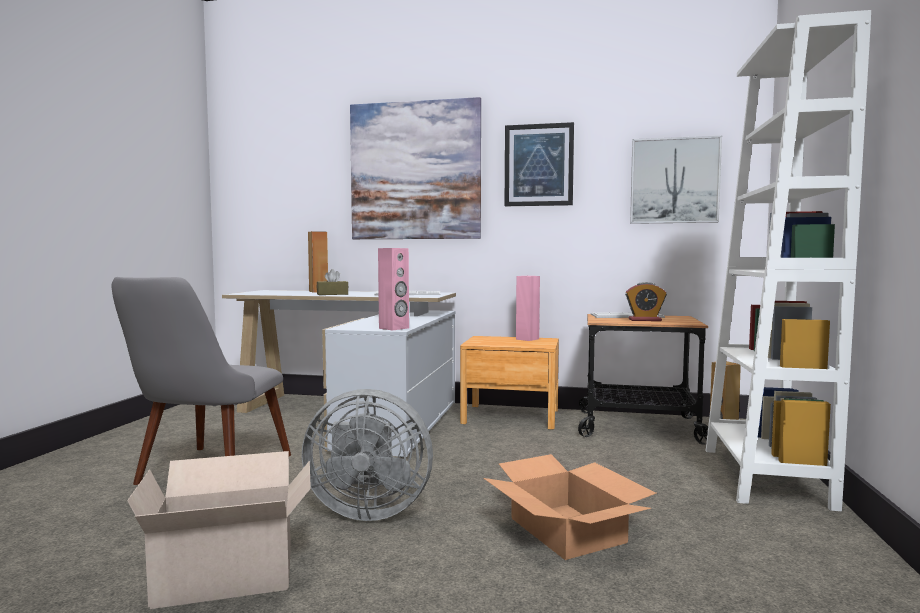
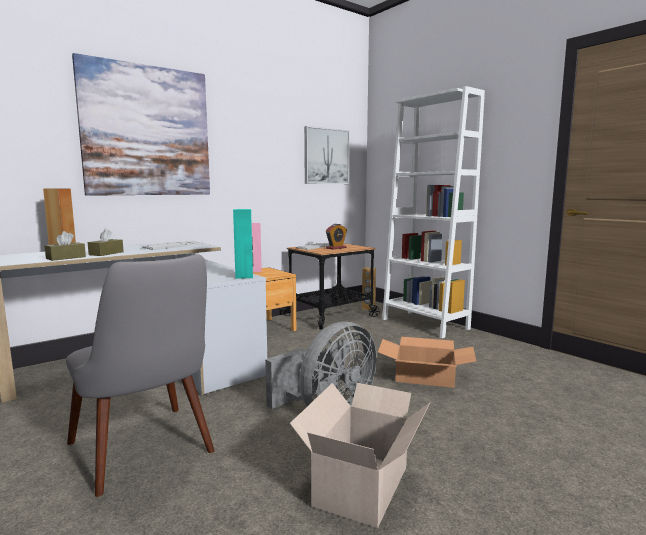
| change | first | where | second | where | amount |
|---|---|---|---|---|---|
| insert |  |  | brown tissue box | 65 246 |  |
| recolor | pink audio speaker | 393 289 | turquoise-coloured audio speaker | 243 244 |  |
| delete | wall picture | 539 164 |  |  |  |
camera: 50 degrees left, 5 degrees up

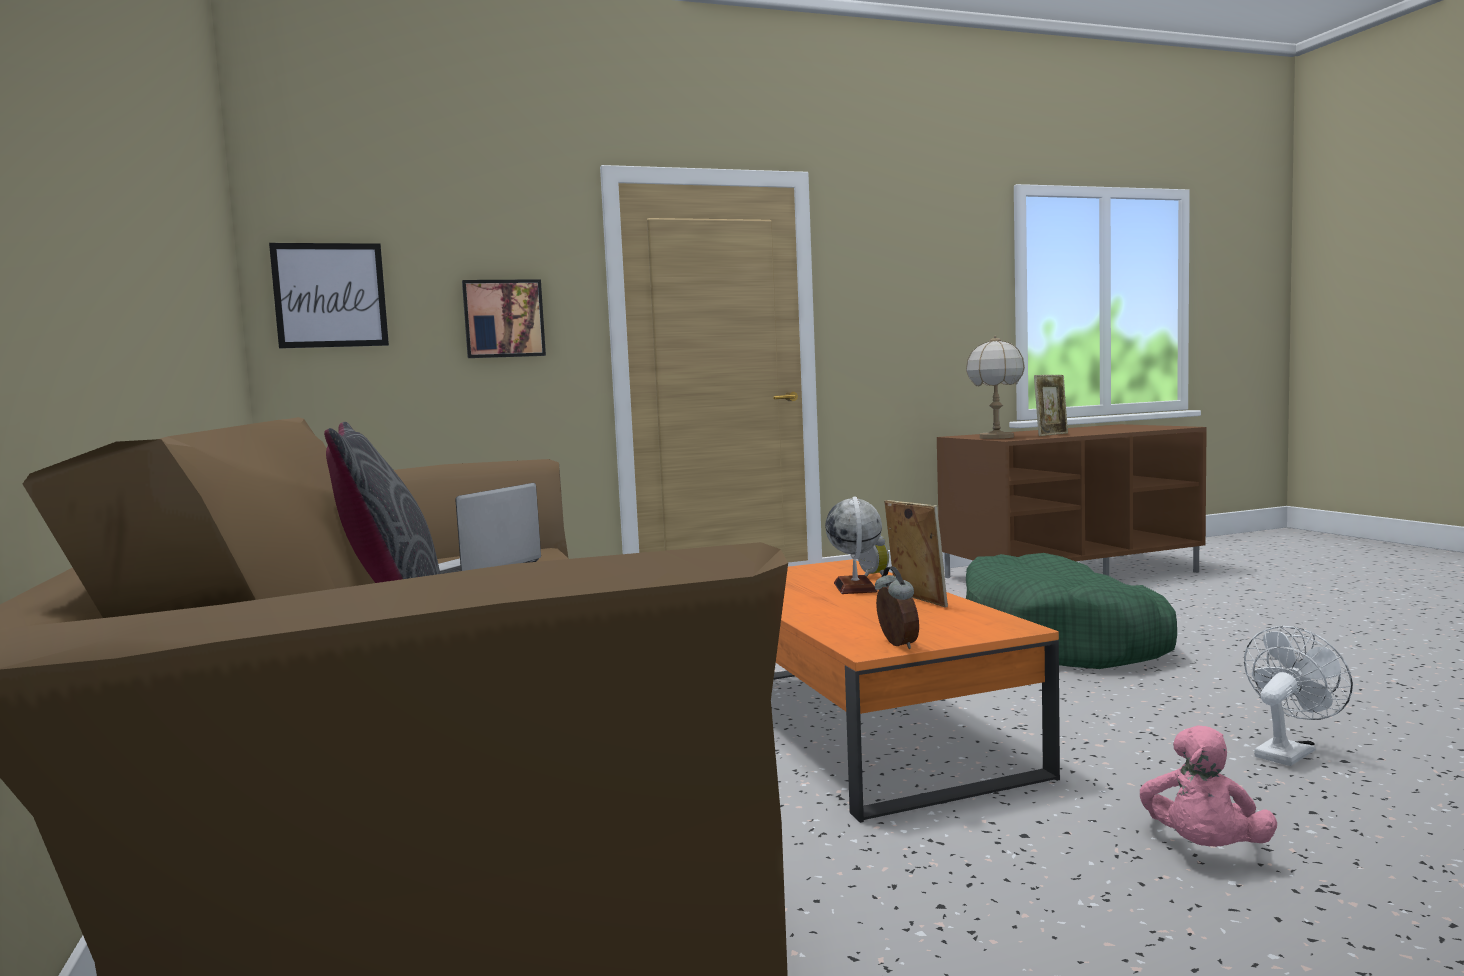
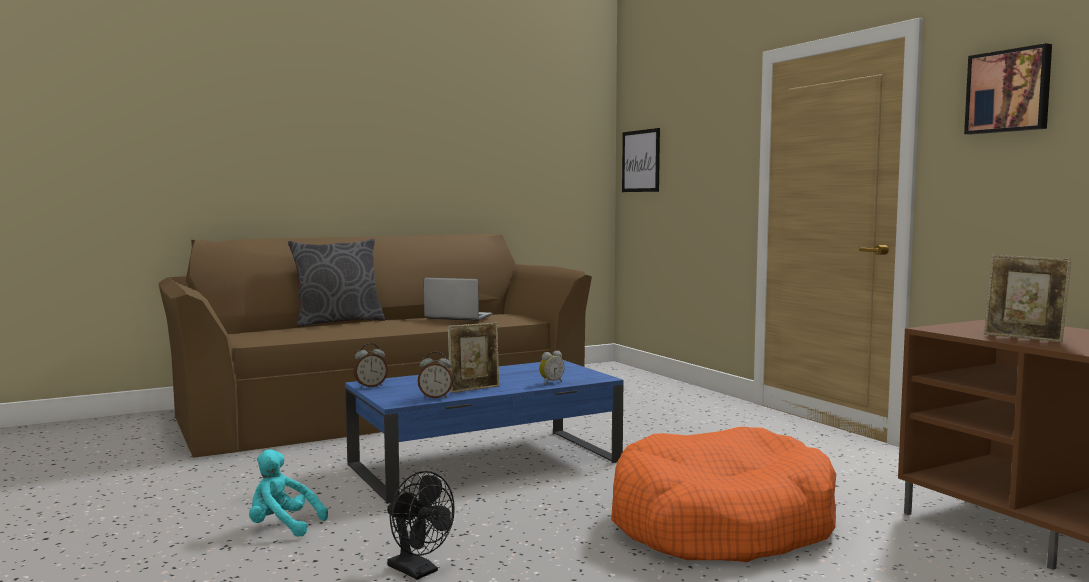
| change | first | where | second | where | amount |
|---|---|---|---|---|---|
| recolor | pink plush toy | 1208 786 | turquoise-coloured plush toy | 288 493 |  |
| recolor | orange lounge table | 916 691 | blue-coloured lounge table | 484 432 |  |
| recolor | whitish fan | 1298 696 | black fan | 420 525 |  |
| insert |  |  | table clock | 435 375 |  |
| recolor | green-coloured dog bed | 1071 611 | orange dog bed | 723 494 |  |
| move | wall picture | 504 318 |  | 1008 89 |  |
| delete | world globe | 853 545 |  |  |  |
| delete | table lamp | 995 387 |  |  |  |
camera: 80 degrees right, 0 degrees up

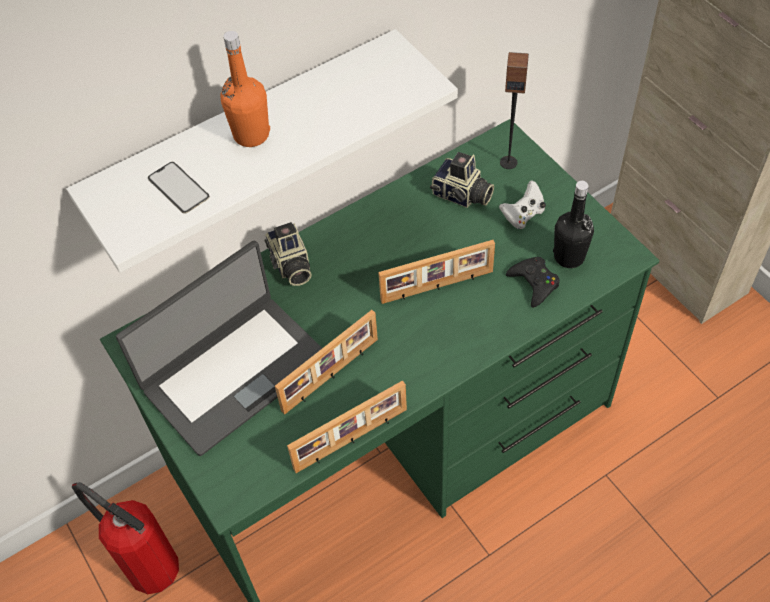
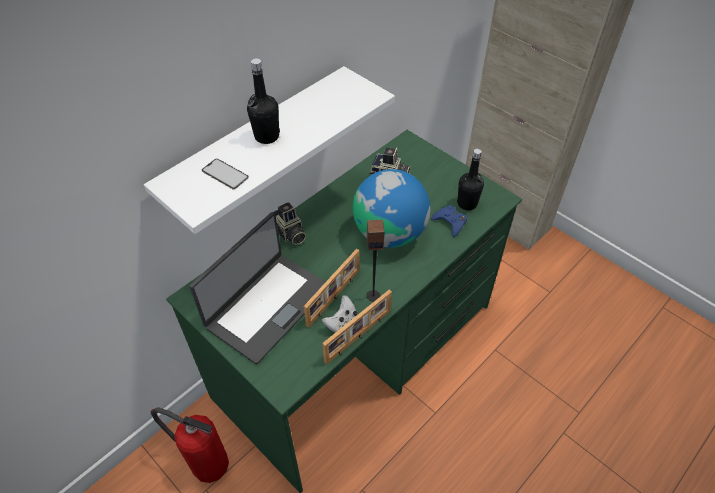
| change | first | where | second | where | amount |
|---|---|---|---|---|---|
| recolor | orange drink bottle | 245 89 | black drink bottle | 263 101 |  |
| move | whitish game controller | 522 204 |  | 340 314 |  |
| replace | picture frame | 436 272 | world globe | 392 208 |  |
| move | audio speaker | 514 110 |  | 375 260 |  |
| recolor | black game controller | 533 282 | blue-coloured game controller | 449 221 |  |
camera: 15 degrees left, 5 degrees down

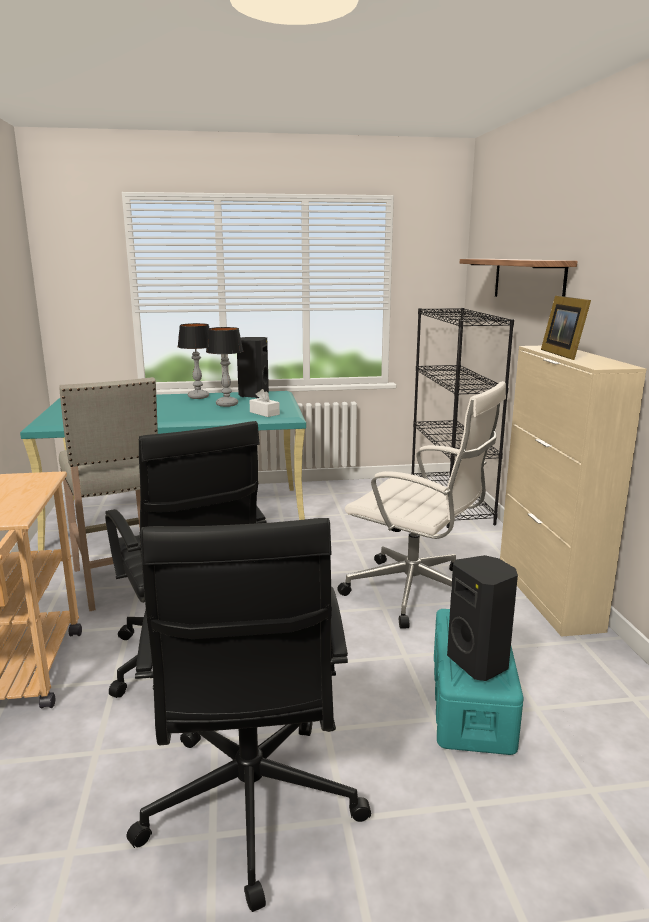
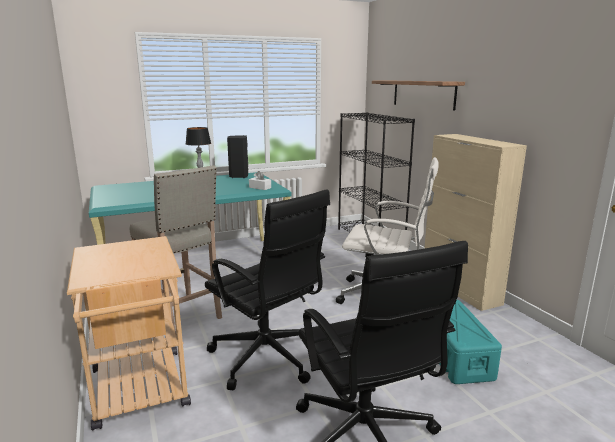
| change | first | where | second | where | amount |
|---|---|---|---|---|---|
| delete | table lamp | 224 367 |  |  |  |
| delete | black audio speaker | 482 618 |  |  |  |
| delete | picture frame | 566 327 |  |  |  |
camera: 15 degrees left, 0 degrees up

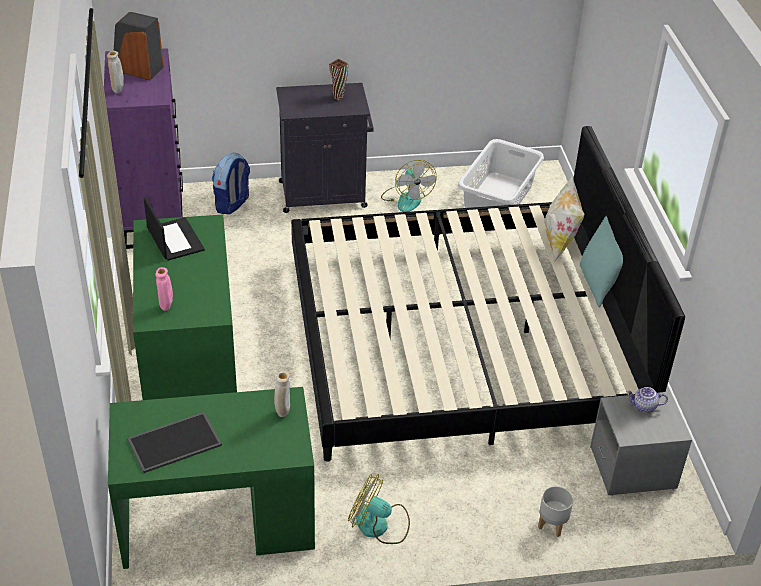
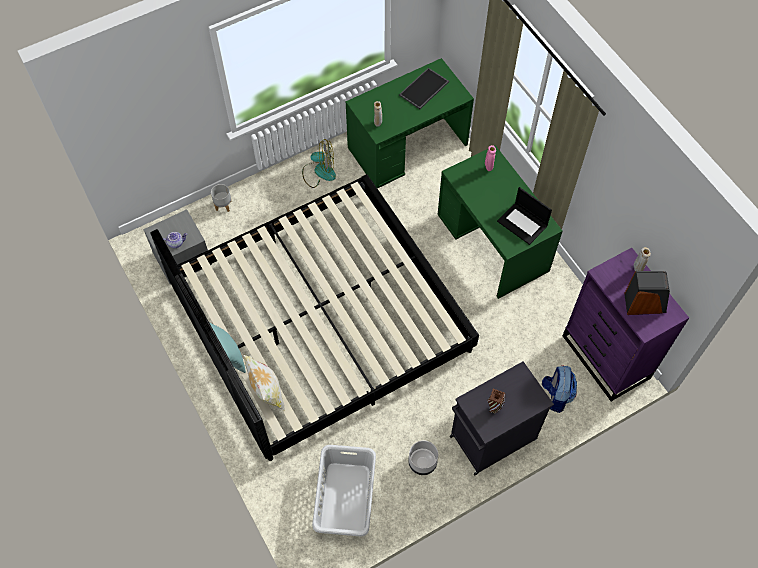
| change | first | where | second | where | amount |
|---|---|---|---|---|---|
| replace | fan | 409 186 | gray plant pot | 423 457 |  |
camera: 160 degrees right, 20 degrees up

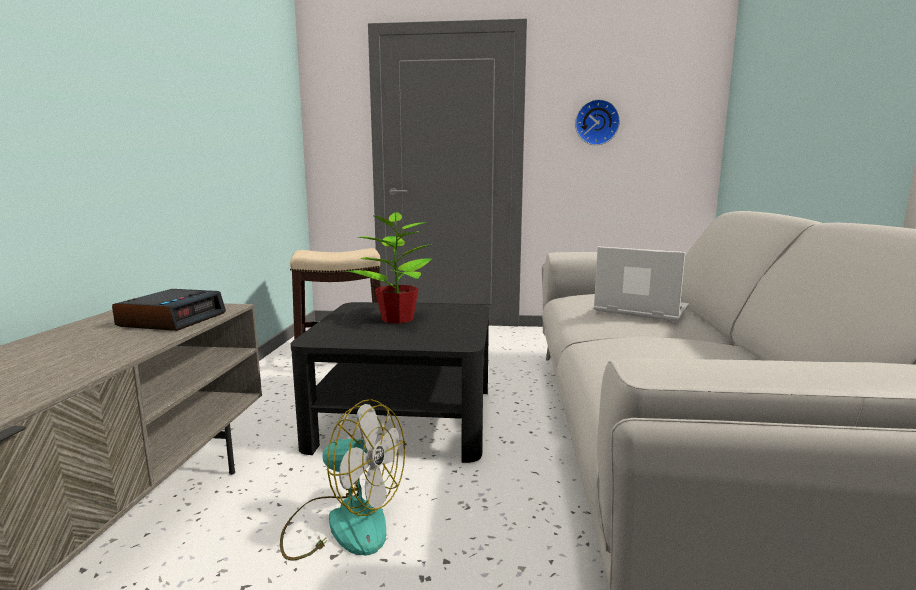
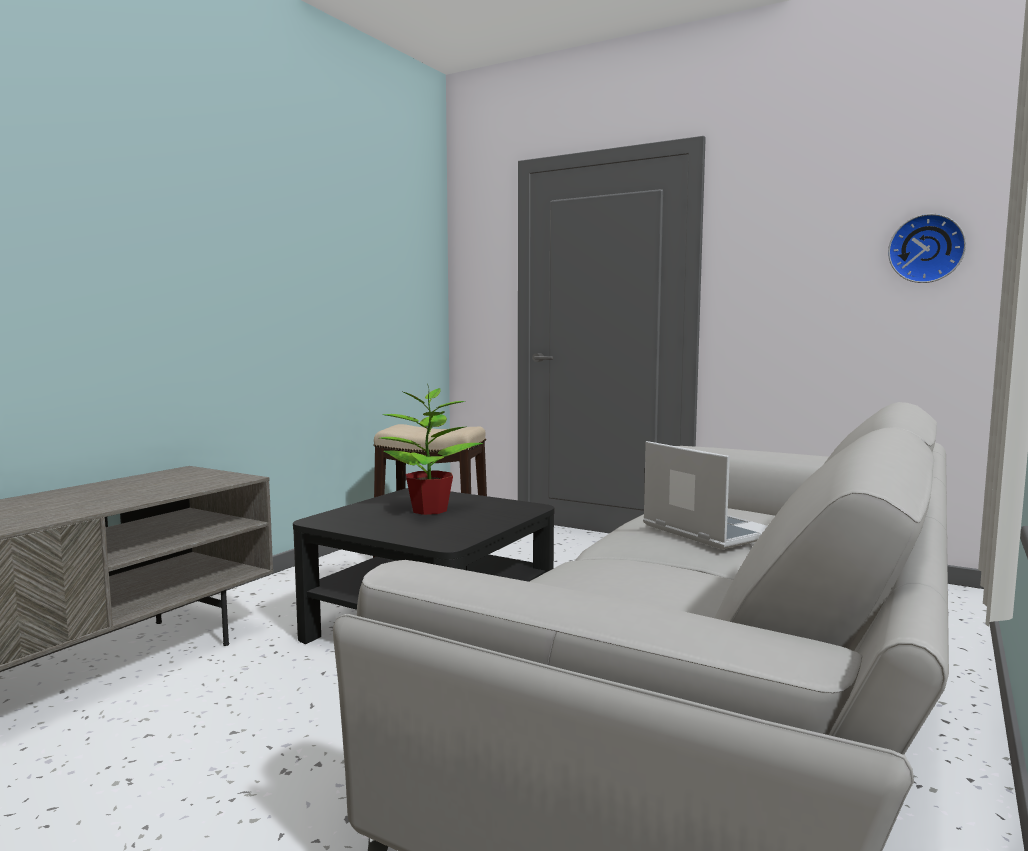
| change | first | where | second | where | amount |
|---|---|---|---|---|---|
| move | hanging clock | 597 122 |  | 927 248 |  |
| delete | table clock | 169 310 |  |  |  |
| delete | fan | 342 480 |  |  |  |
camera: 25 degrees right, 5 degrees down

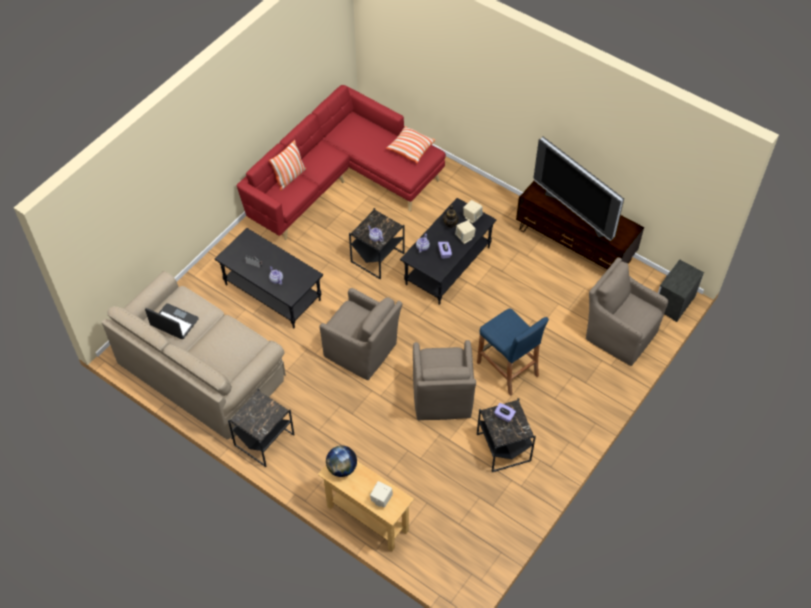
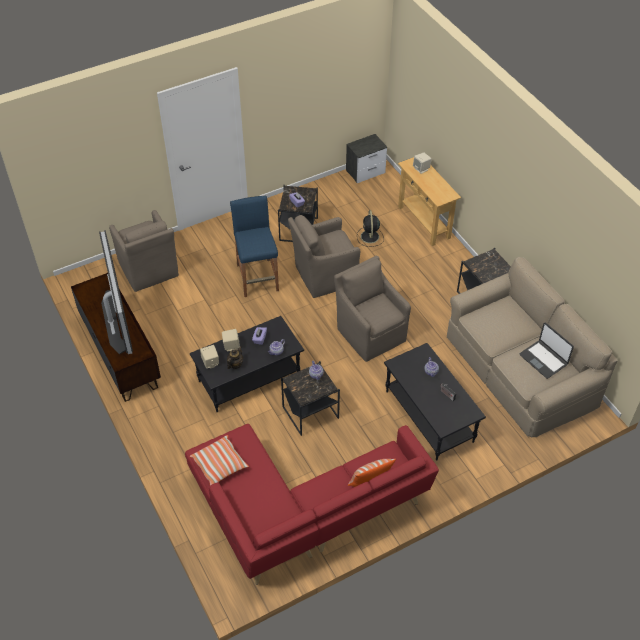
| change | first | where | second | where | amount |
|---|---|---|---|---|---|
| rotate | brown easy chair | 444 380 |  | 324 256 | 135 degrees counterclockwise |
| move | nightstand | 681 290 |  | 366 158 |  |
| insert |  |  | black fan | 370 228 |  |
| delete | world globe | 341 461 |  |  |  |
camera: 155 degrees left, 5 degrees down

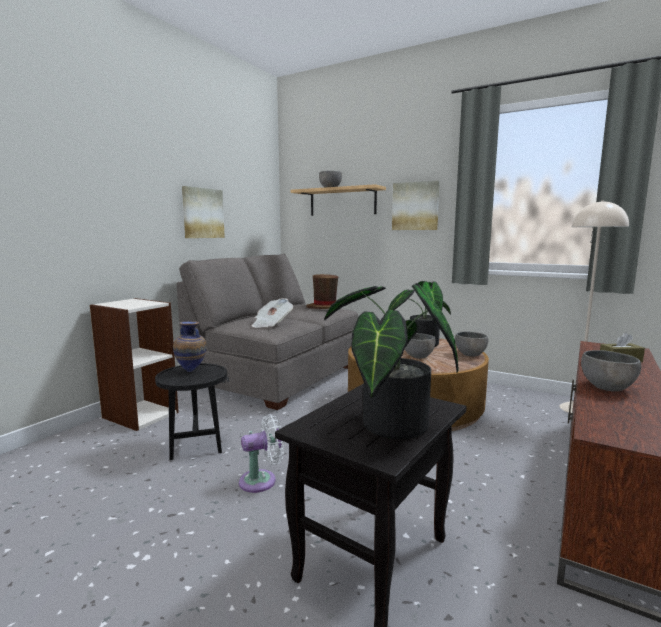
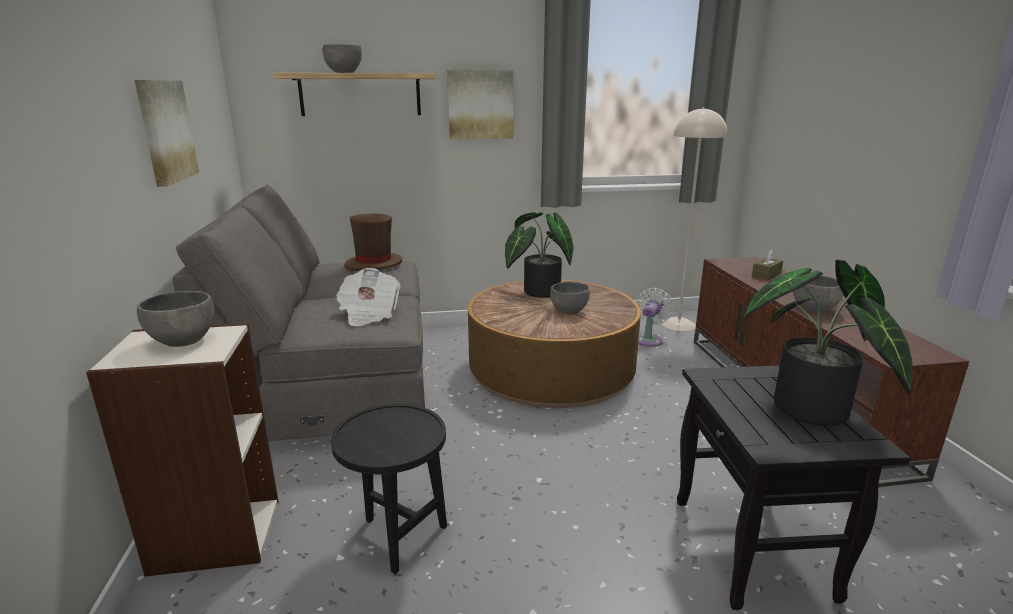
| change | first | where | second | where | amount |
|---|---|---|---|---|---|
| move | gray deep dish | 471 344 |  | 176 319 |  |
| move | whitish fan | 261 453 |  | 655 317 |  |
| delete | decorative vase | 189 347 |  |  |  |
camera: 40 degrees left, 10 degrees up

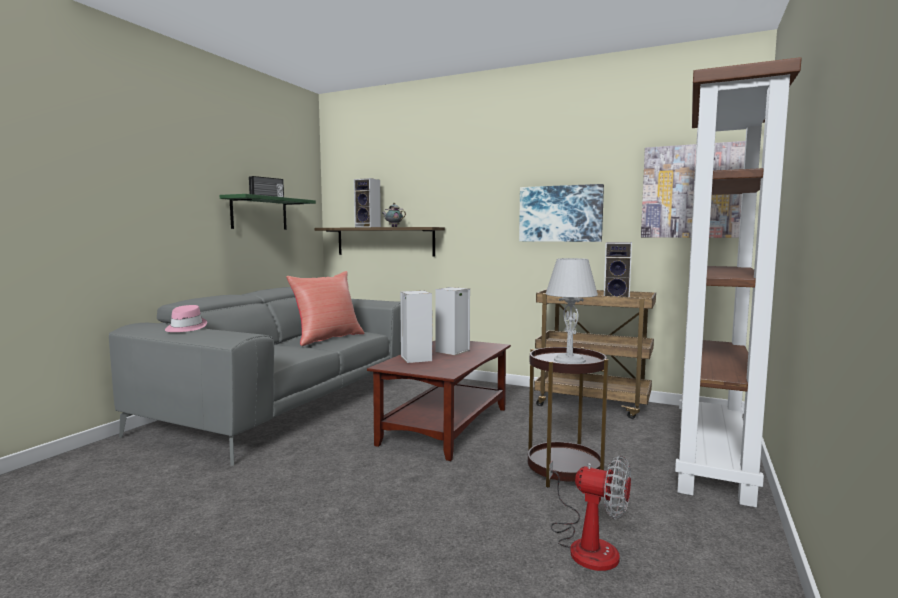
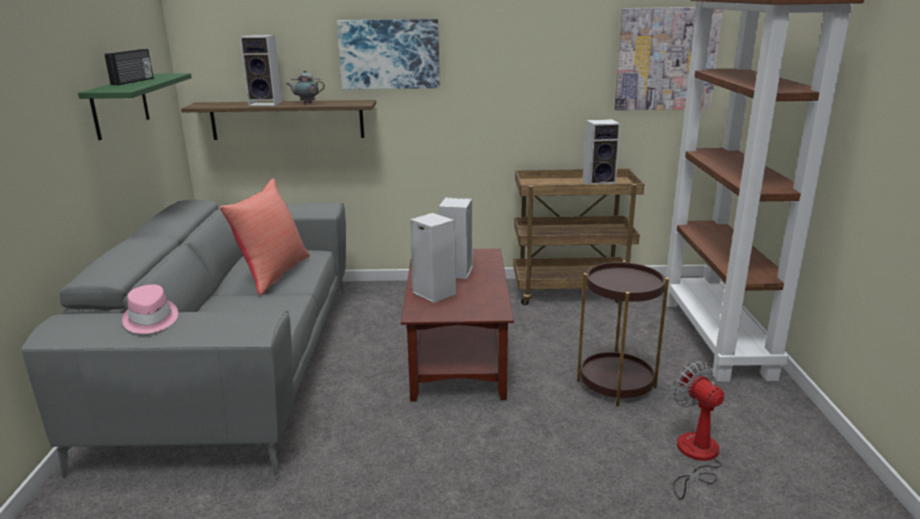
| change | first | where | second | where | amount |
|---|---|---|---|---|---|
| move | wall picture | 561 213 |  | 388 54 |  |
| rotate | fan | 590 513 |  | 698 430 | 120 degrees counterclockwise |
| delete | gray table lamp | 571 311 |  |  |  |
camera: 25 degrees left, 15 degrees up

